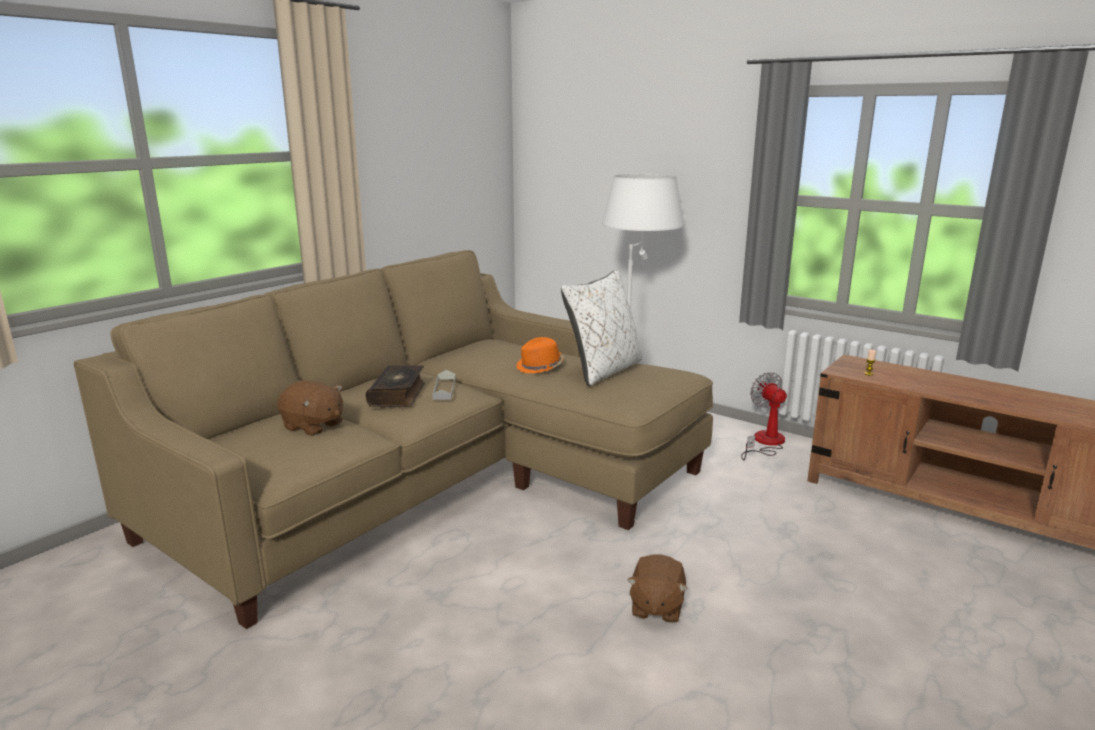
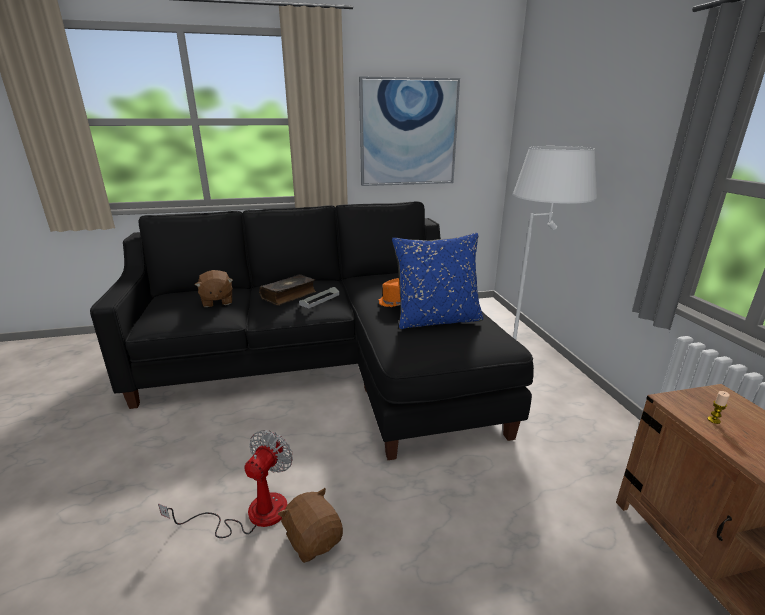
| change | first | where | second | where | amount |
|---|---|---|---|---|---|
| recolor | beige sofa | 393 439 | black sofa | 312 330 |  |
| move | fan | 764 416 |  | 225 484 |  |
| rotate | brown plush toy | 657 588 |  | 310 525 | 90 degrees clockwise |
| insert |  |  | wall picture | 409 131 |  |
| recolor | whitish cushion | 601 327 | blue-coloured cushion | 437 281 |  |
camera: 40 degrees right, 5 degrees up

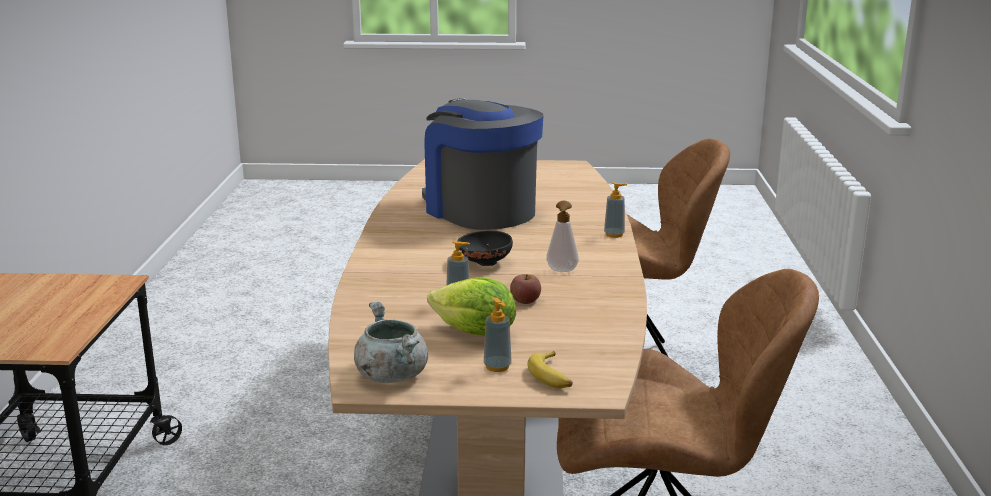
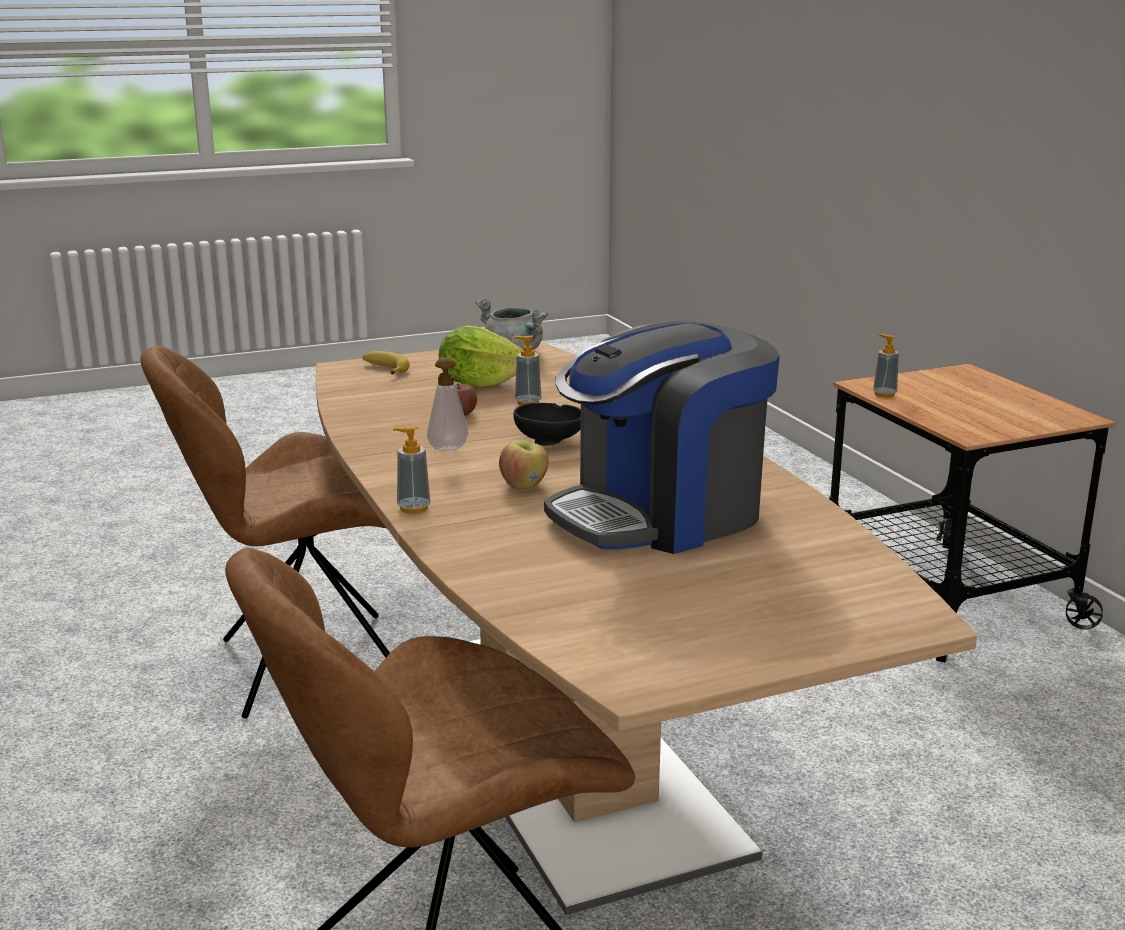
| change | first | where | second | where | amount |
|---|---|---|---|---|---|
| insert |  |  | apple | 523 464 |  |
| rotate | coffee machine | 482 164 |  | 662 437 | 120 degrees clockwise |
| move | soap dispenser | 498 334 |  | 886 366 |  |
camera: 155 degrees right, 0 degrees up

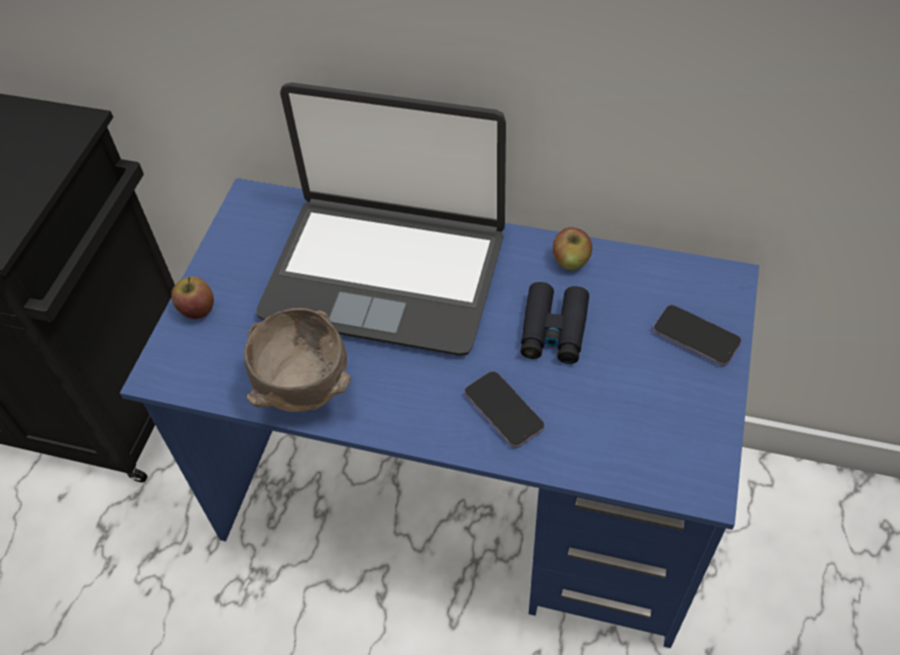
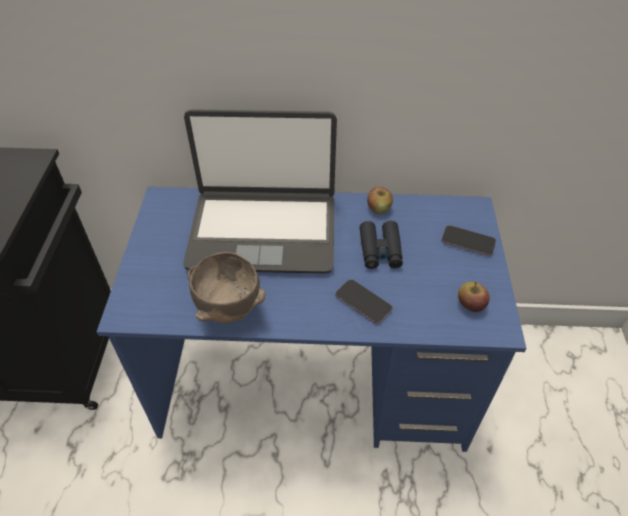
| change | first | where | second | where | amount |
|---|---|---|---|---|---|
| move | apple | 192 298 |  | 474 297 |  |
camera: 15 degrees left, 5 degrees down

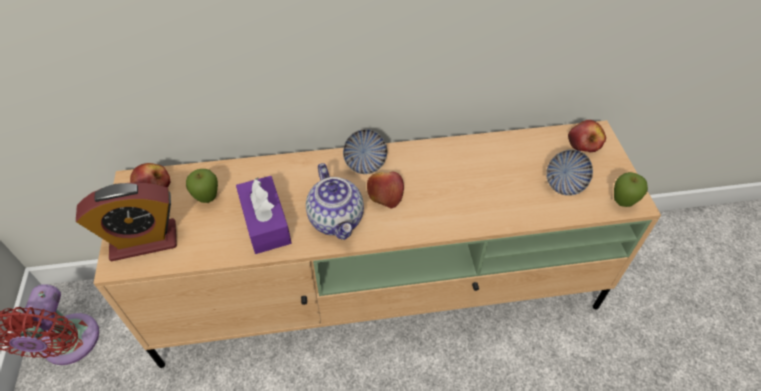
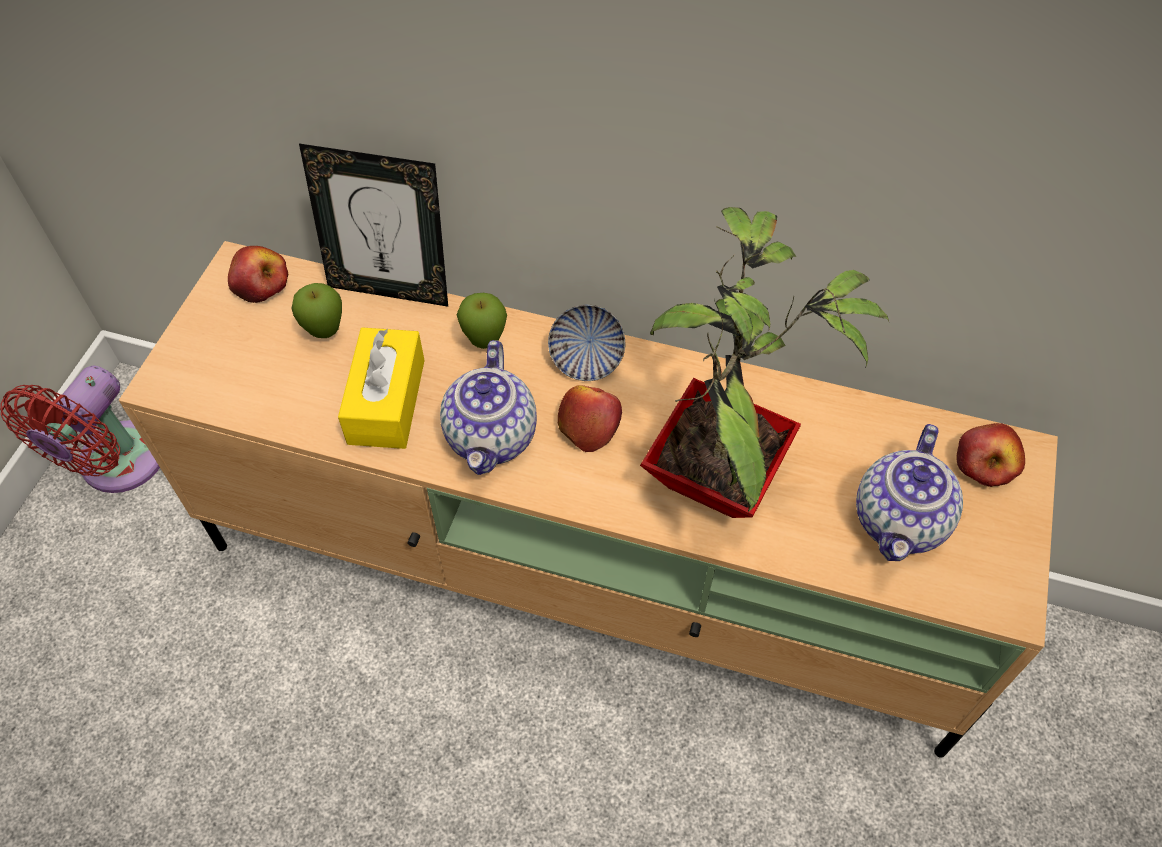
| change | first | where | second | where | amount |
|---|---|---|---|---|---|
| insert |  |  | picture frame | 373 225 |  |
| recolor | purplish tissue box | 263 215 | yellow tissue box | 381 388 |  |
| move | apple | 631 189 |  | 482 321 |  |
| insert |  |  | houseplant | 764 362 |  |
| replace | deep dish | 569 172 | tea pot | 909 492 |  |
| delete | table clock | 126 222 |  |  |  |
camera: 25 degrees right, 5 degrees up

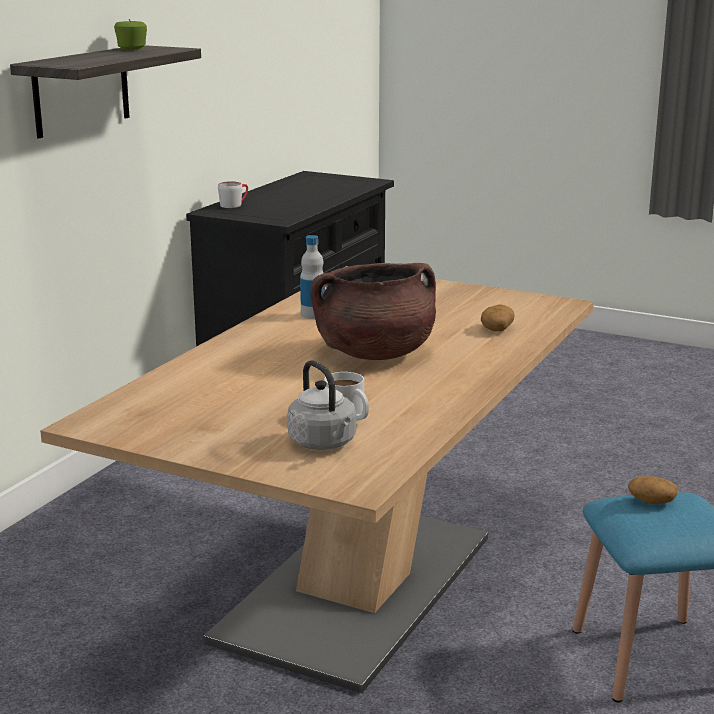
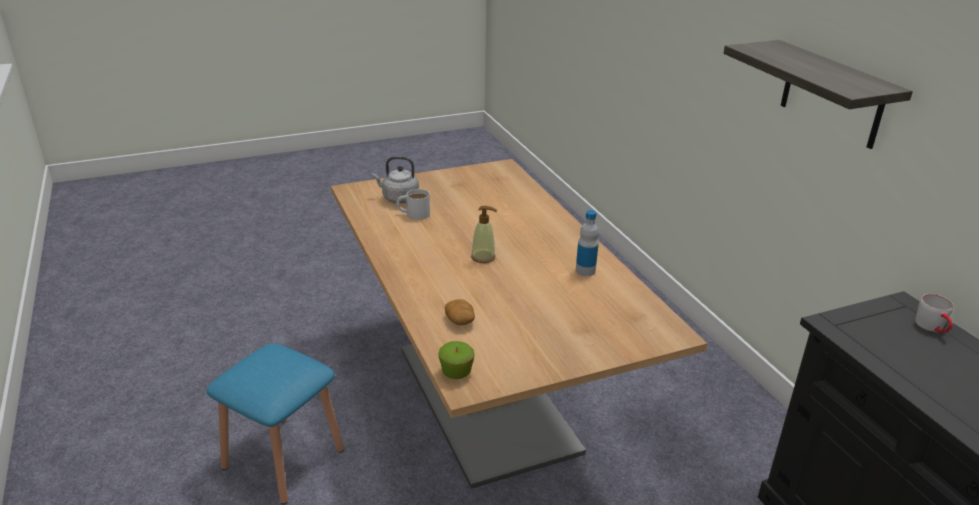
| change | first | where | second | where | amount |
|---|---|---|---|---|---|
| move | apple | 130 34 |  | 456 360 |  |
| replace | brown stockpot | 373 311 | soap dispenser | 484 234 |  |
| delete | whole potato | 652 490 |  |  |  |
camera: 130 degrees right, 10 degrees up

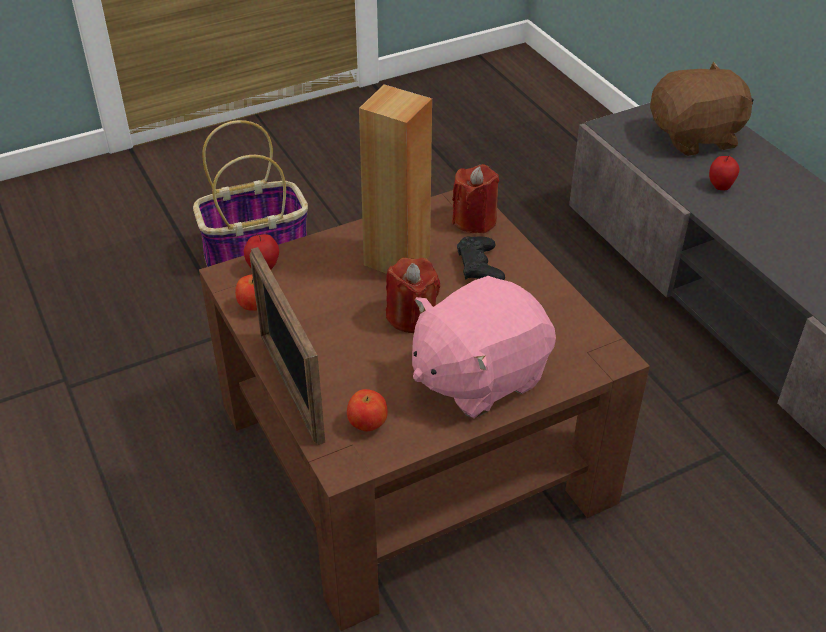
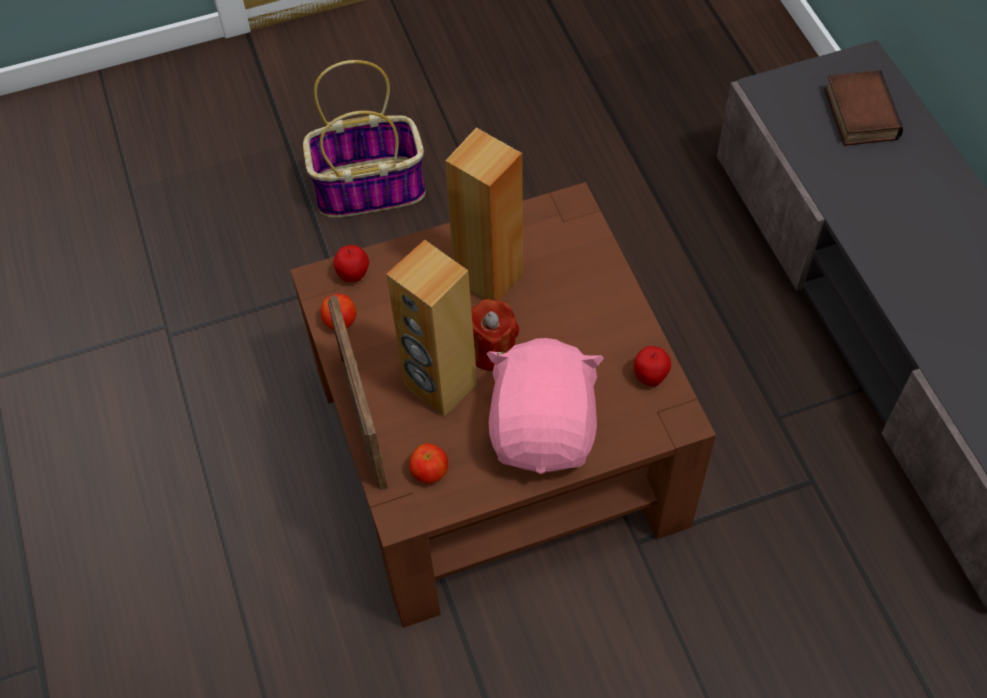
| change | first | where | second | where | amount |
|---|---|---|---|---|---|
| insert |  |  | brown audio speaker | 431 328 |  |
| rotate | pink plush toy | 484 347 |  | 545 406 | 120 degrees clockwise |
| move | apple | 724 173 |  | 652 366 |  |
| replace | brown plush toy | 702 109 | volume | 863 108 |  |
| delete | red-coloured wax light | 475 198 |  |  |  |
| delete | black game controller | 481 258 |  |  |  |
camera: 10 degrees right, 15 degrees up

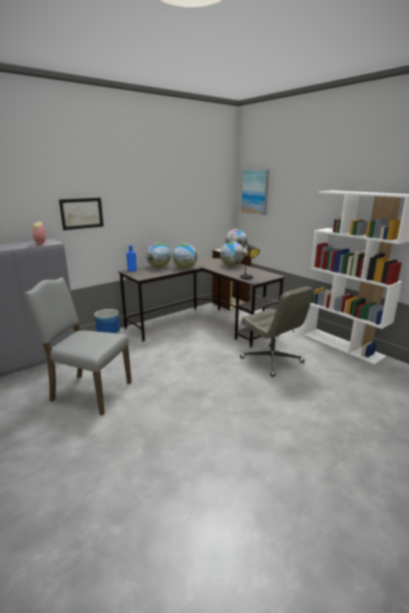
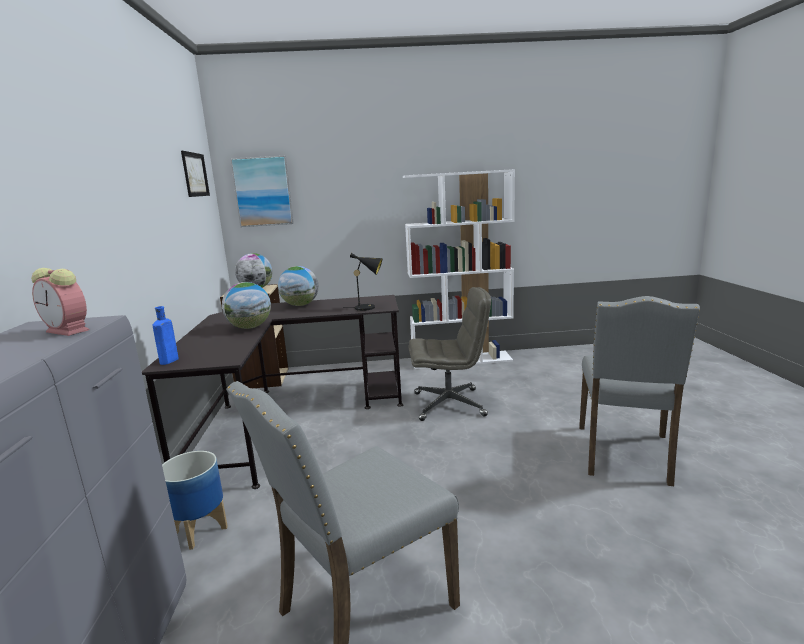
| change | first | where | second | where | amount |
|---|---|---|---|---|---|
| move | wall picture | 81 214 |  | 195 174 |  |
| insert |  |  | gray chair | 639 391 |  |
| delete | world globe | 158 255 |  |  |  |
camera: 55 degrees left, 5 degrees down

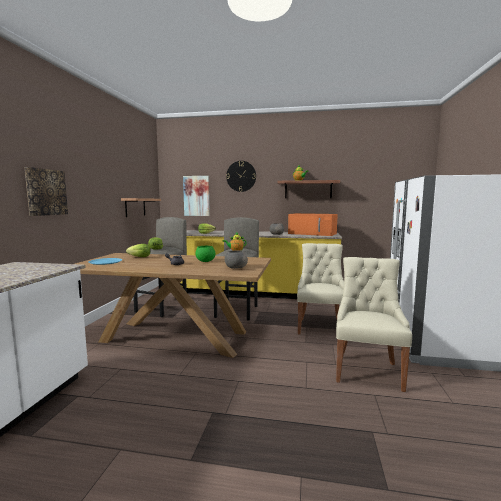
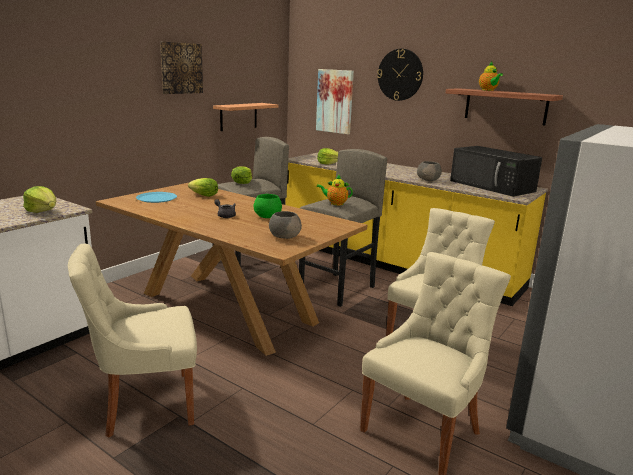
| change | first | where | second | where | amount |
|---|---|---|---|---|---|
| insert |  |  | head of lettuce | 39 199 |  |
| insert |  |  | beige chair | 132 340 |  |
| move | wall picture | 46 191 |  | 181 68 |  |
| recolor | orange kitchen microwave | 313 224 | black kitchen microwave | 496 171 |  |
camera: 25 degrees right, 10 degrees up

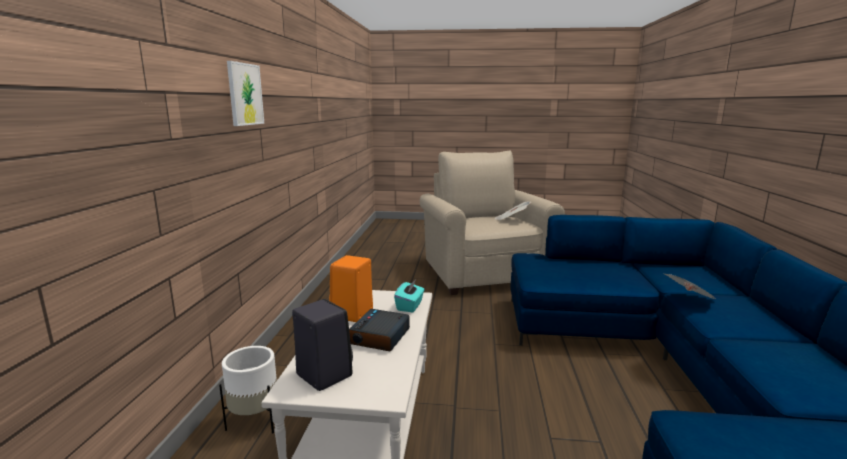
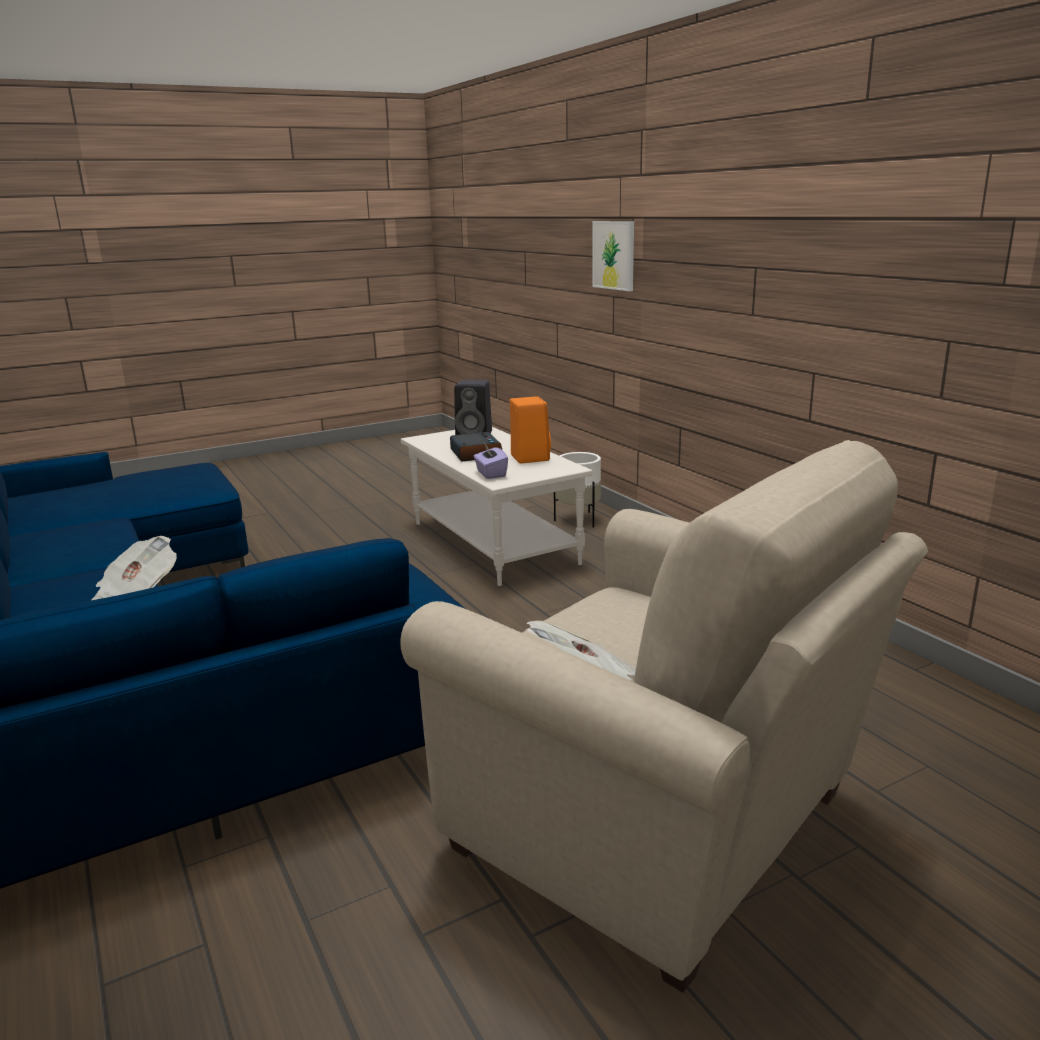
| change | first | where | second | where | amount |
|---|---|---|---|---|---|
| recolor | turquoise-coloured tissue box | 409 296 | purplish tissue box | 491 461 |  |
| move | wall picture | 245 93 |  | 613 256 |  |
camera: 145 degrees right, 5 degrees up

